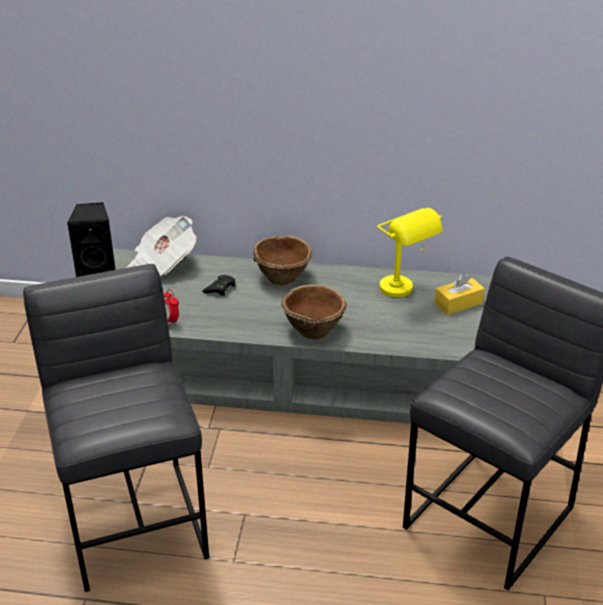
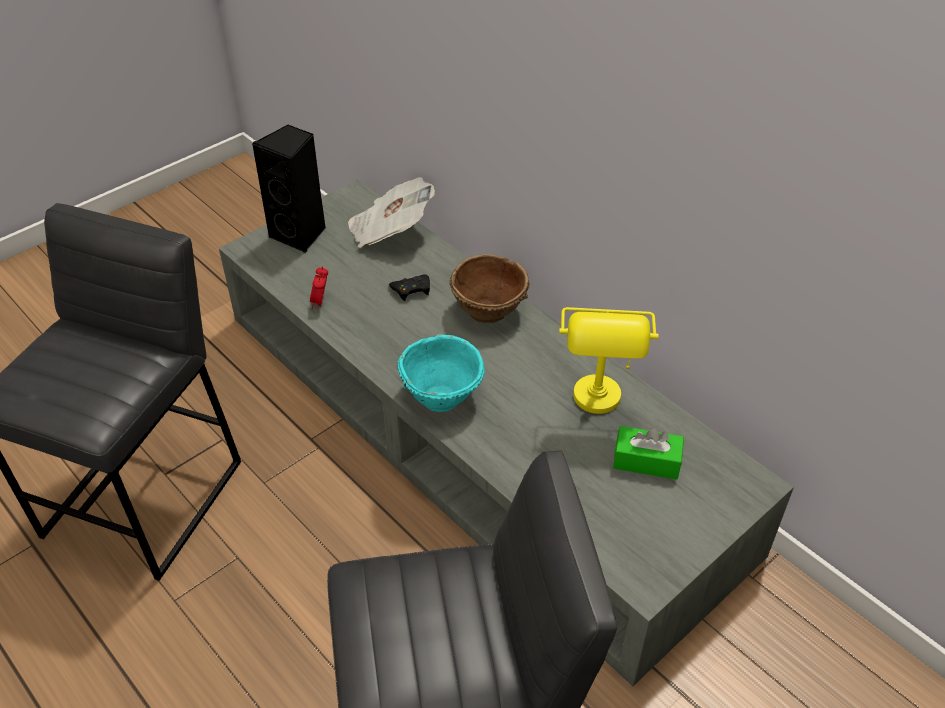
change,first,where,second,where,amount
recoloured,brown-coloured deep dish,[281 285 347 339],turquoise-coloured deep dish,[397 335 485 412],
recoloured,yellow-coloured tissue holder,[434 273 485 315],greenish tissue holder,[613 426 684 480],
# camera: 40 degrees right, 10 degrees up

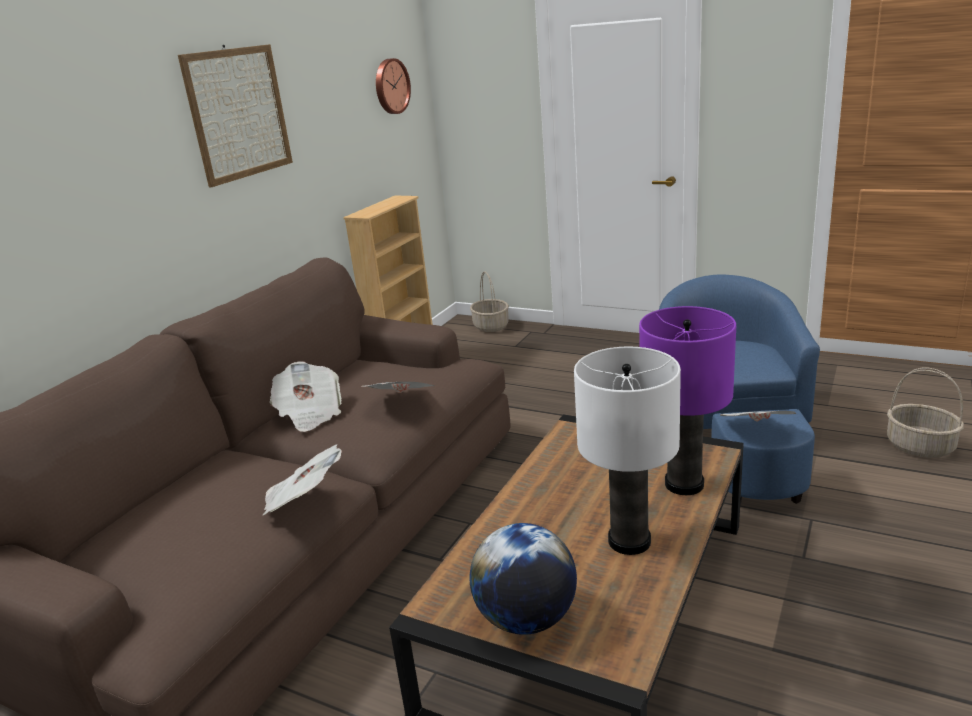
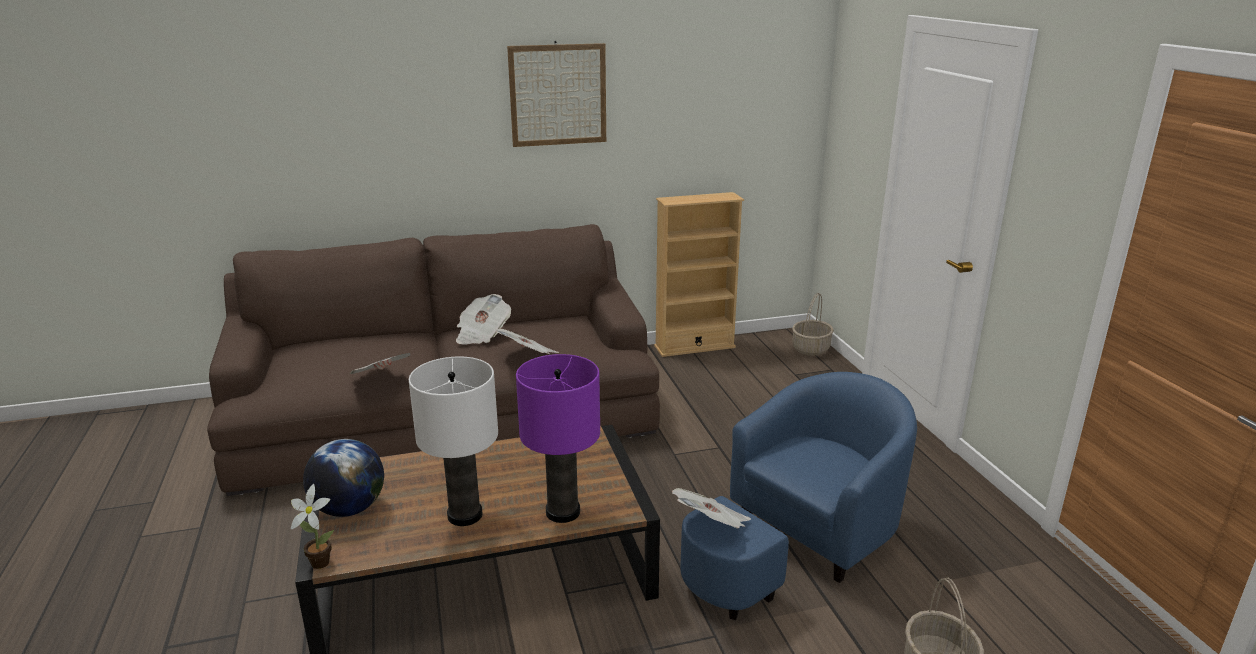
change,first,where,second,where,amount
removed,clock on the wall,[376 58 411 114],,,
added,,,houseplant,[291 484 334 569],
# camera: 45 degrees right, 0 degrees up

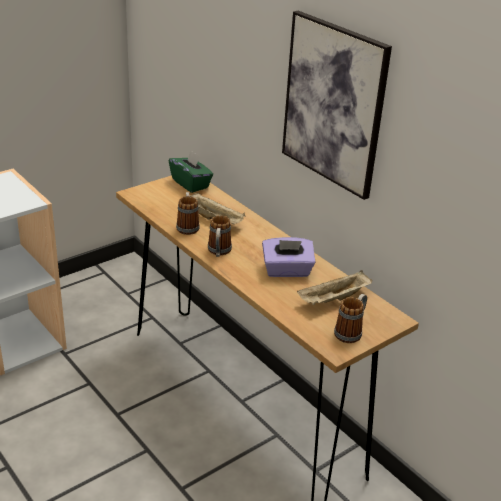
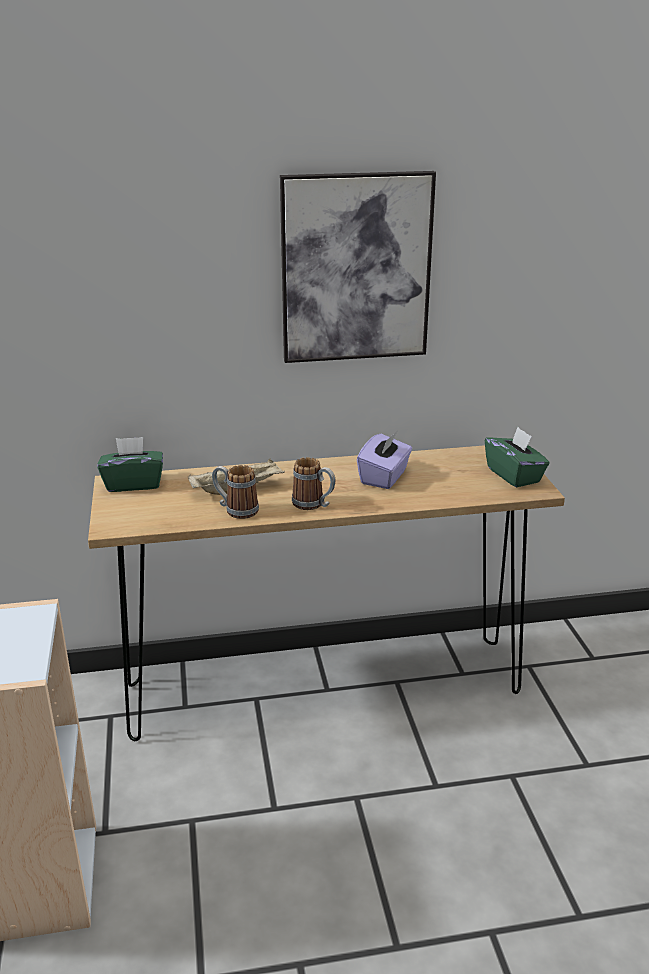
change,first,where,second,where,amount
removed,beige serving tray,[297 270 372 305],,,
replaced,coffee mug,[334 294 367 343],greenish tissue holder,[485 427 550 488],
# camera: 60 degrees left, 5 degrees down

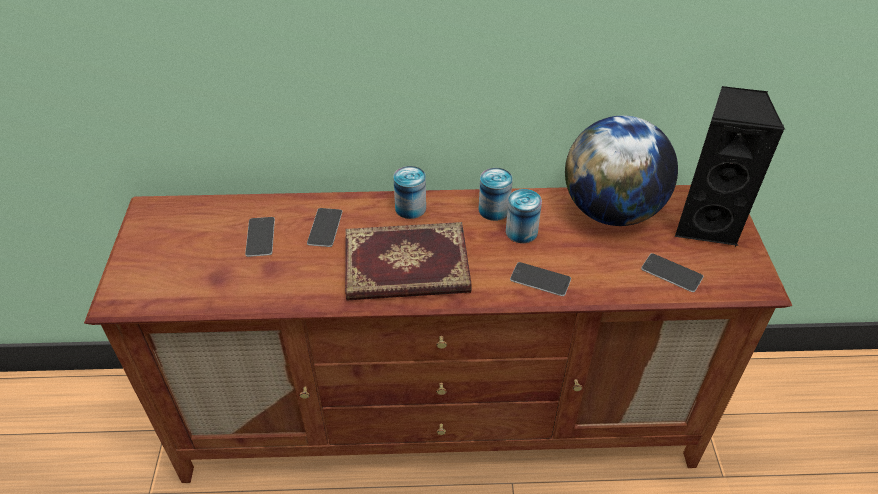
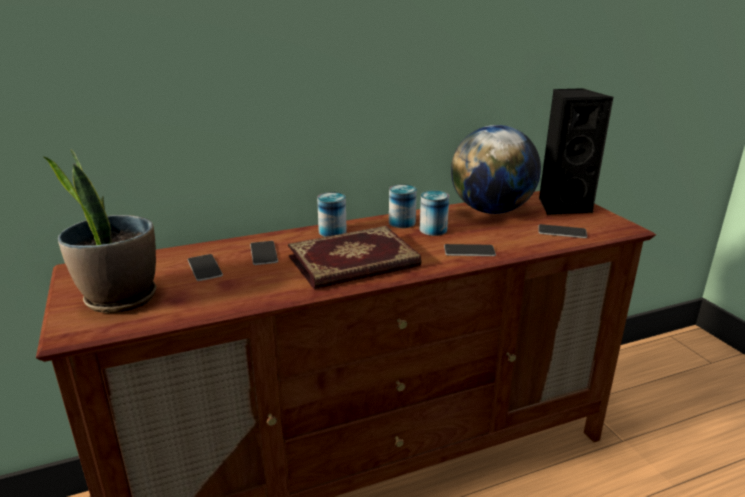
change,first,where,second,where,amount
added,,,houseplant,[44 149 156 314],
# camera: 20 degrees left, 20 degrees down

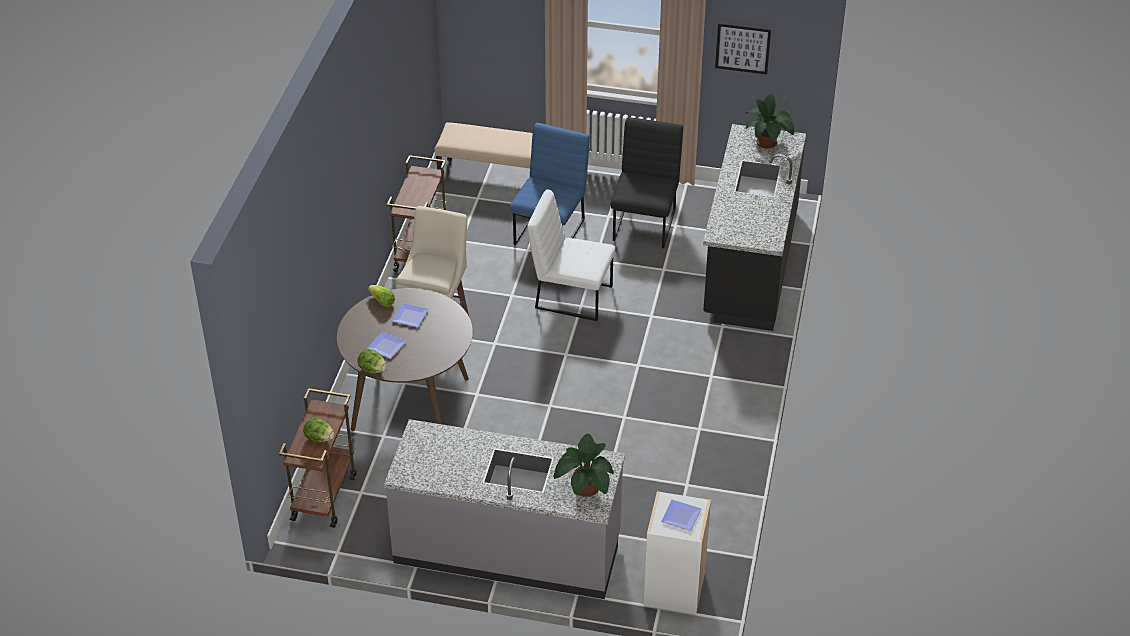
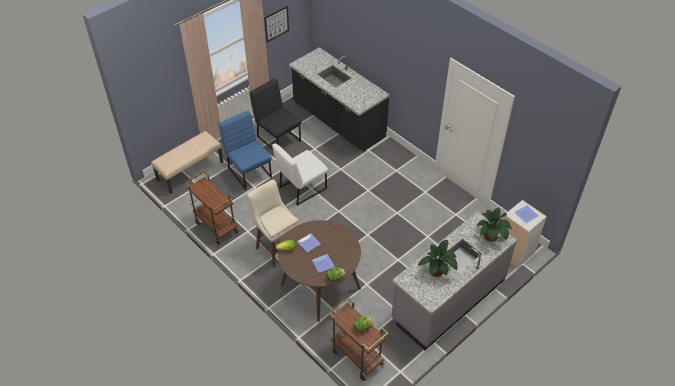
change,first,where,second,where,amount
moved,houseplant,[745 94 794 149],,[418 240 458 277],
# camera: 55 degrees left, 5 degrees up

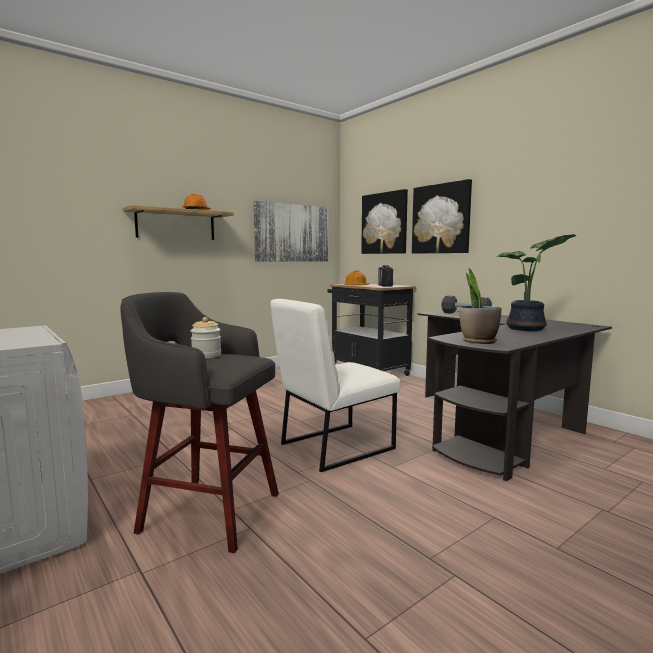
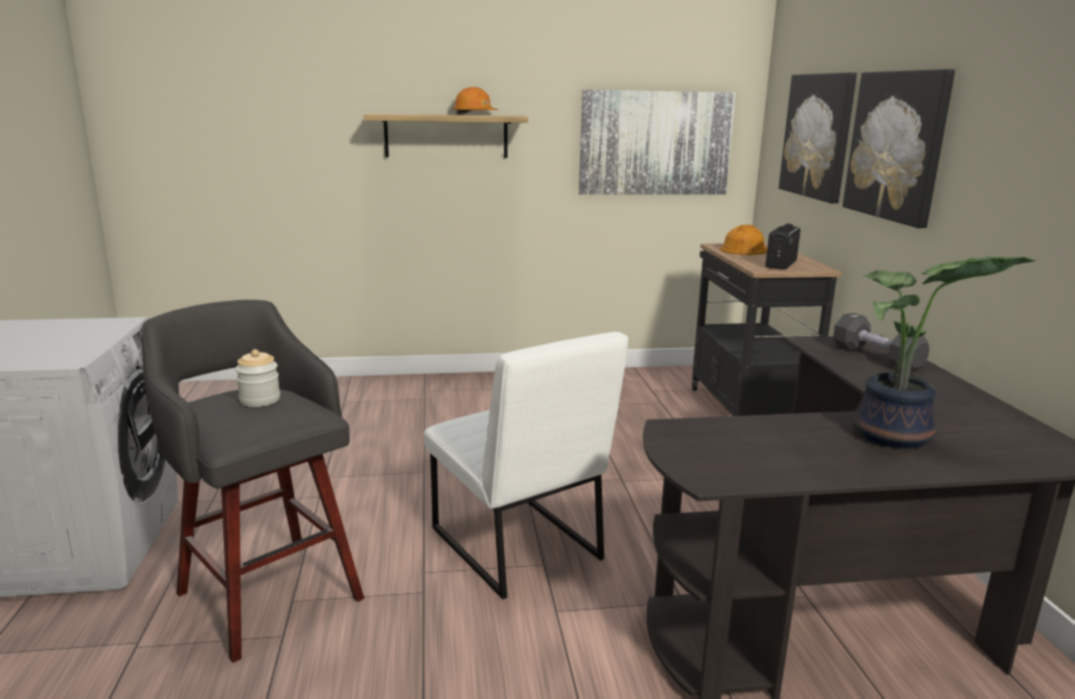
change,first,where,second,where,amount
turned,whitish upright chair,[270 299 401 472],,[424 332 628 599],120 degrees counterclockwise
removed,houseplant,[459 269 502 344],,,
# camera: 30 degrees right, 10 degrees up

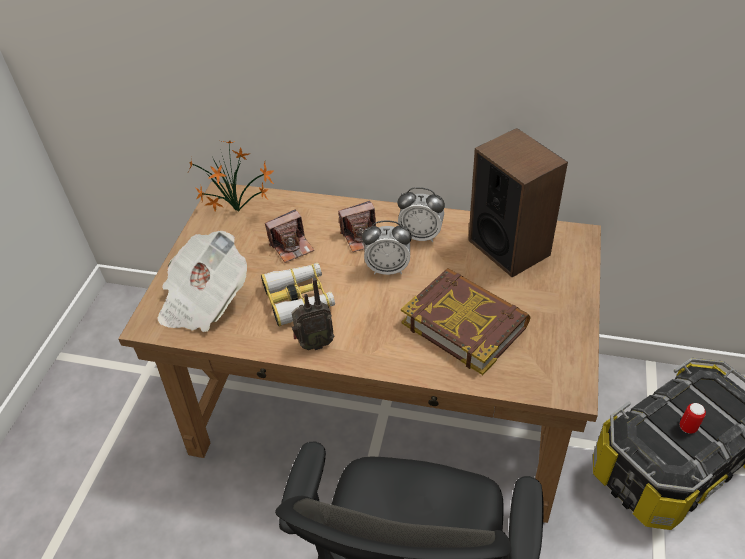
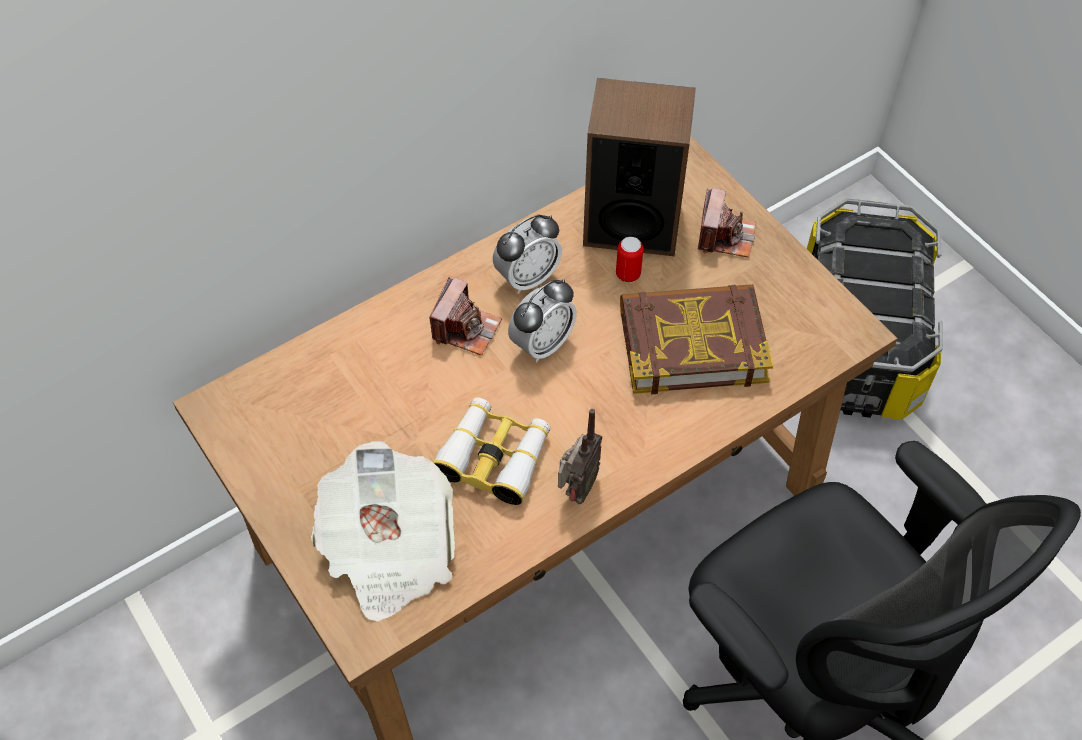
change,first,where,second,where,amount
removed,houseplant,[188 141 274 212],,,
moved,photo camera,[265 209 314 263],,[698 188 756 258],
moved,can,[680 403 706 434],,[616 237 643 283],
# camera: 50 degrees left, 10 degrees up

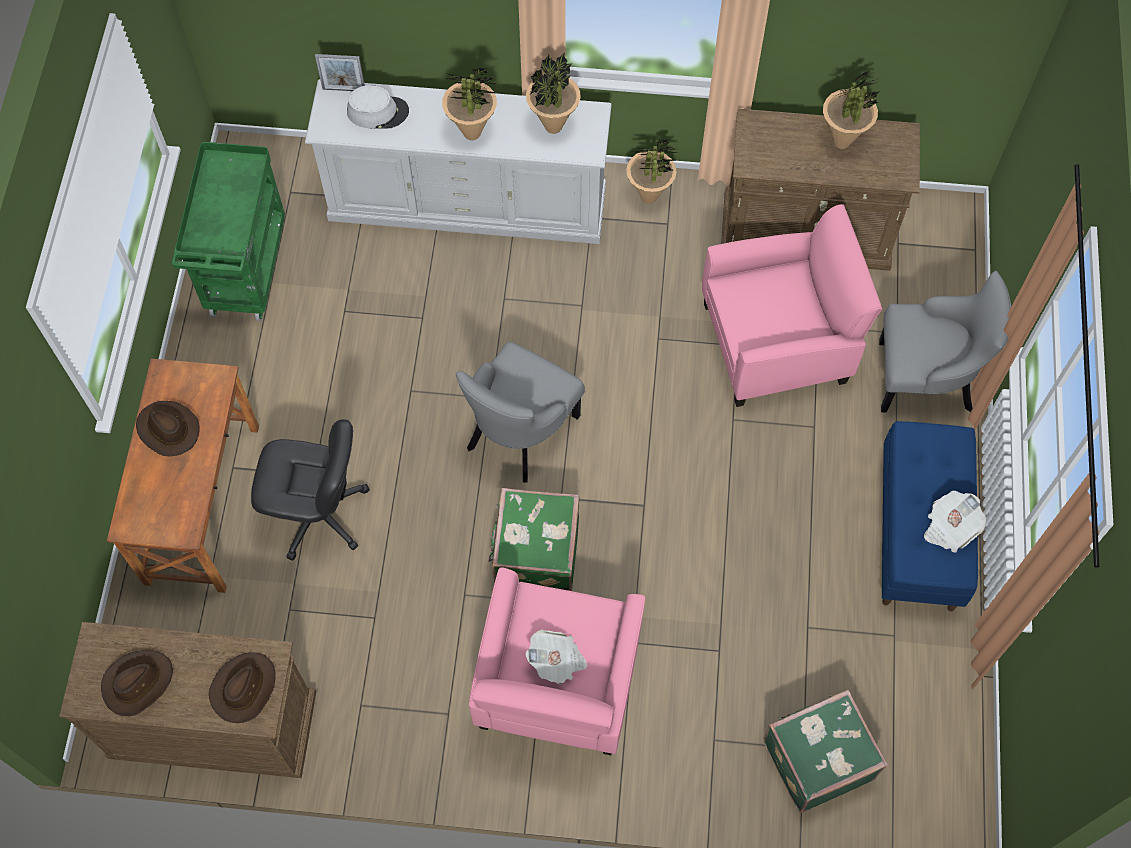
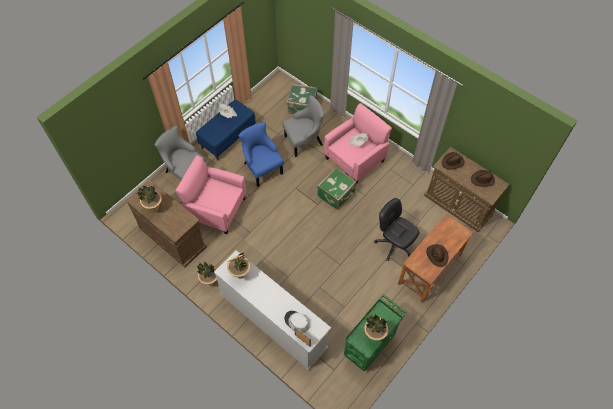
change,first,where,second,where,amount
moved,houseplant,[442 68 497 140],,[364 314 388 340],
moved,grey upright chair,[456 342 585 483],,[282 95 324 157],
added,,,blue upright chair,[238 122 284 187],
# camera: 145 degrees left, 5 degrees down

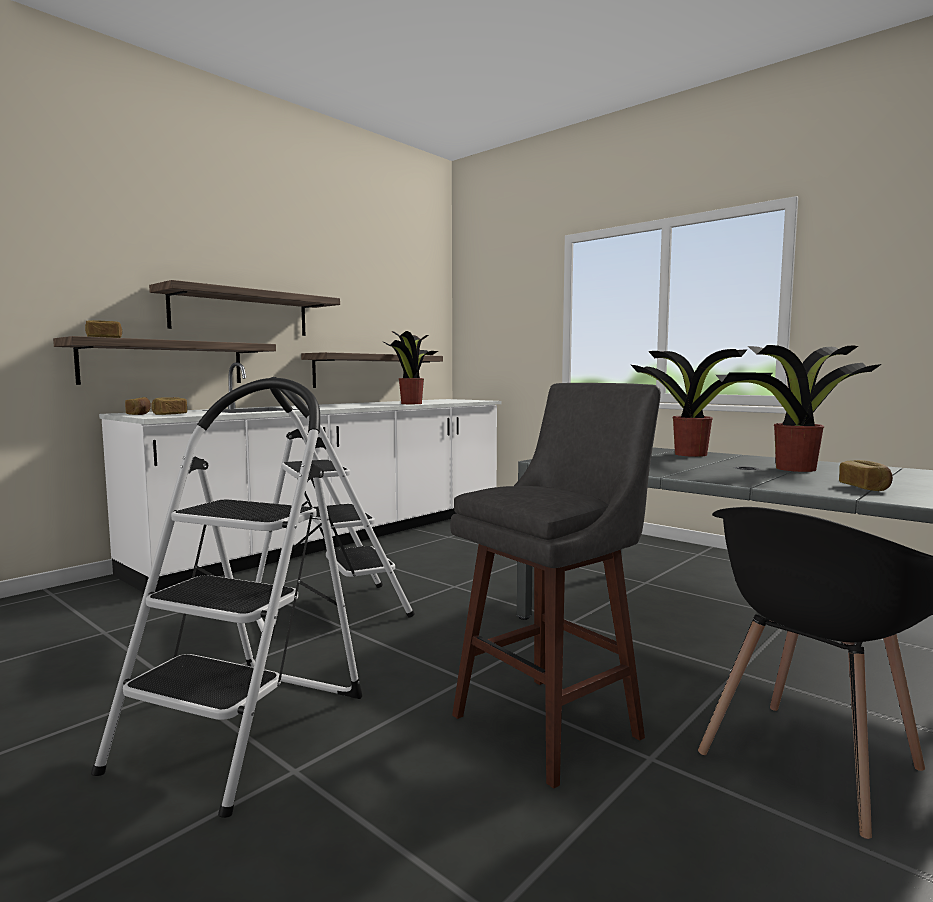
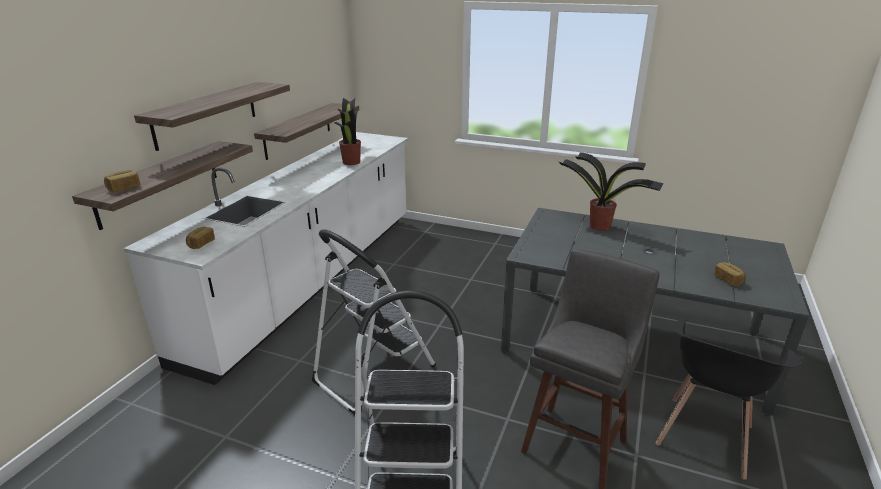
change,first,where,second,where,amount
removed,baked bread,[125 397 151 415],,,
removed,houseplant,[716 345 882 472],,,
# camera: 20 degrees left, 20 degrees up

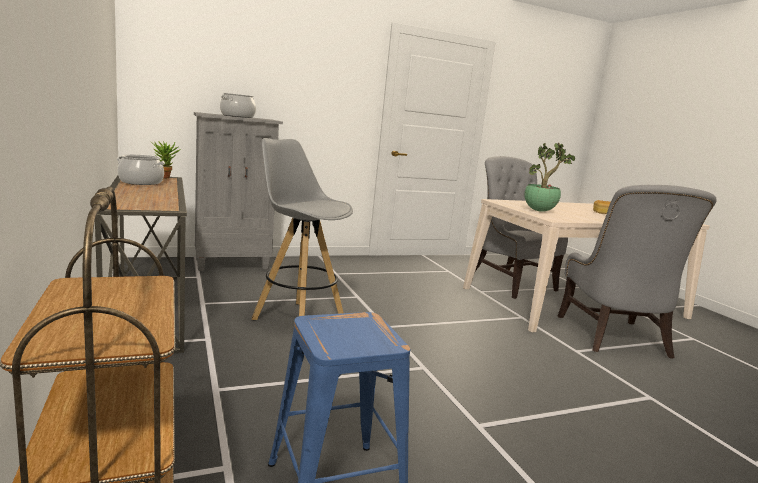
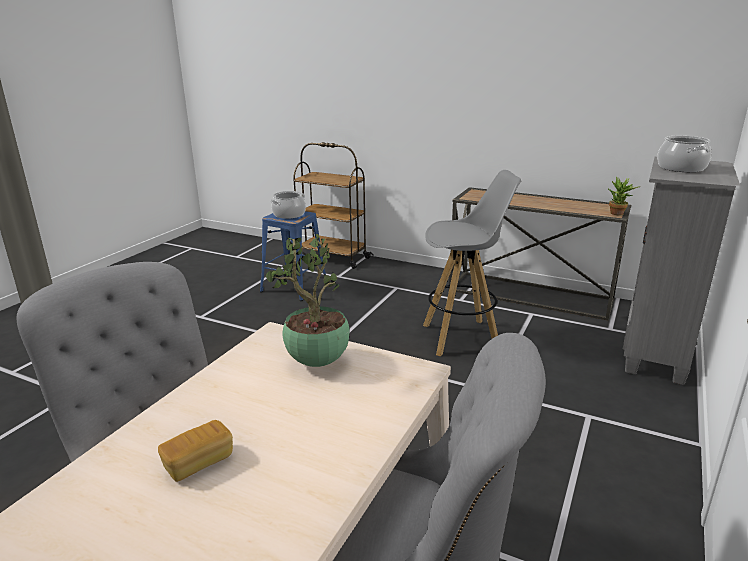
change,first,where,second,where,amount
moved,cooking pot,[117 154 165 185],,[271 191 306 219],
# camera: 140 degrees right, 10 degrees up

